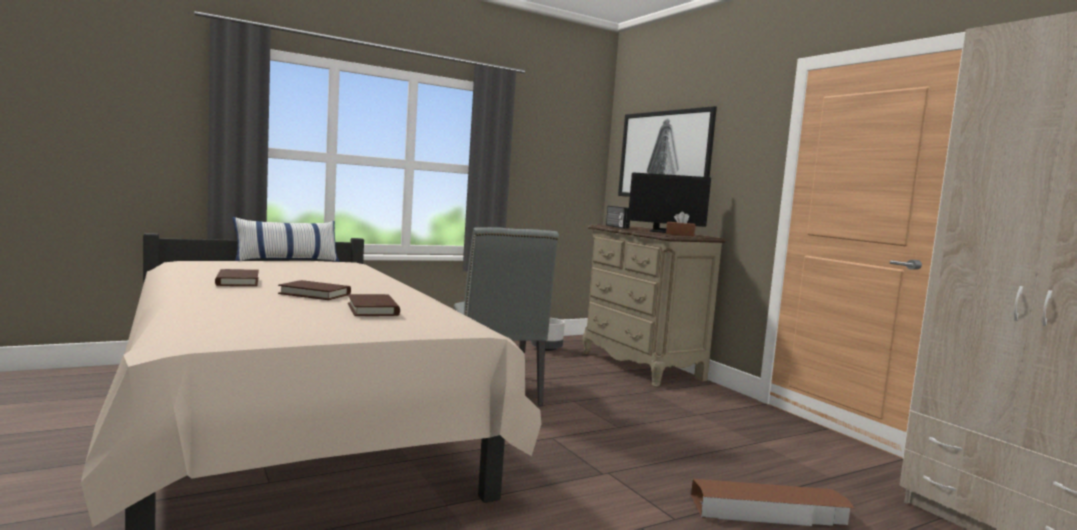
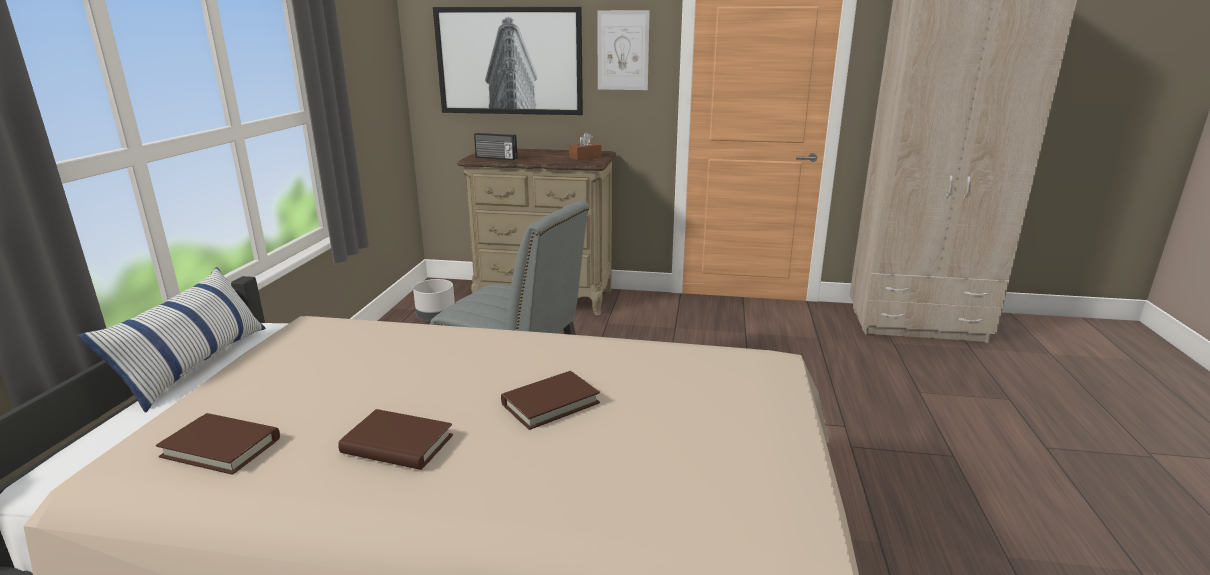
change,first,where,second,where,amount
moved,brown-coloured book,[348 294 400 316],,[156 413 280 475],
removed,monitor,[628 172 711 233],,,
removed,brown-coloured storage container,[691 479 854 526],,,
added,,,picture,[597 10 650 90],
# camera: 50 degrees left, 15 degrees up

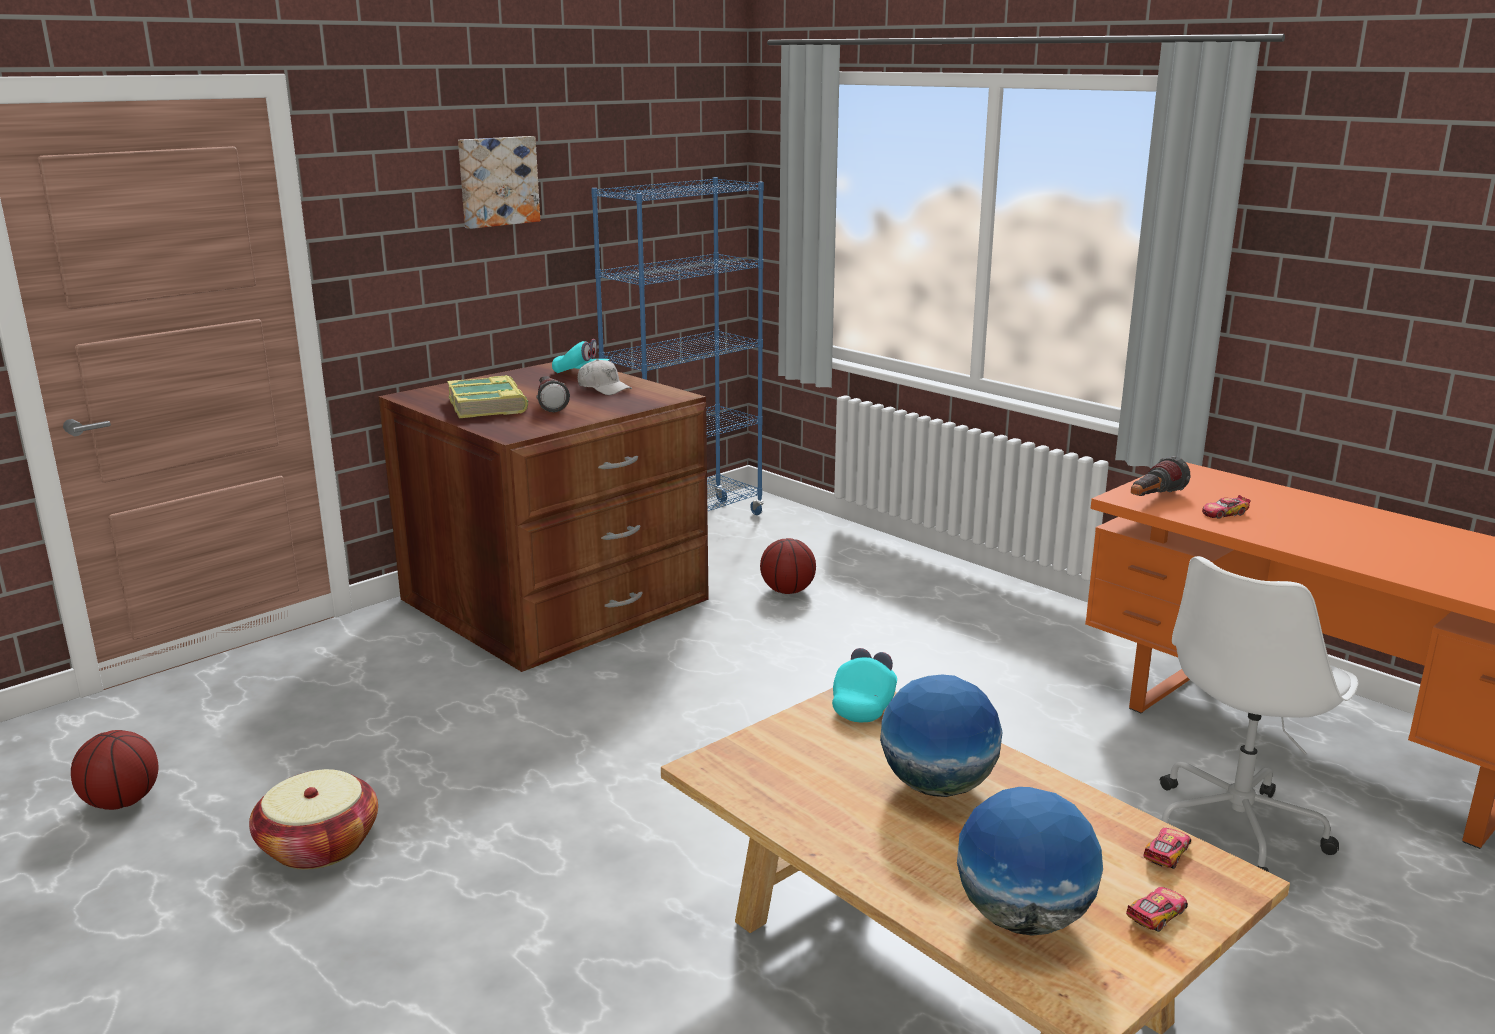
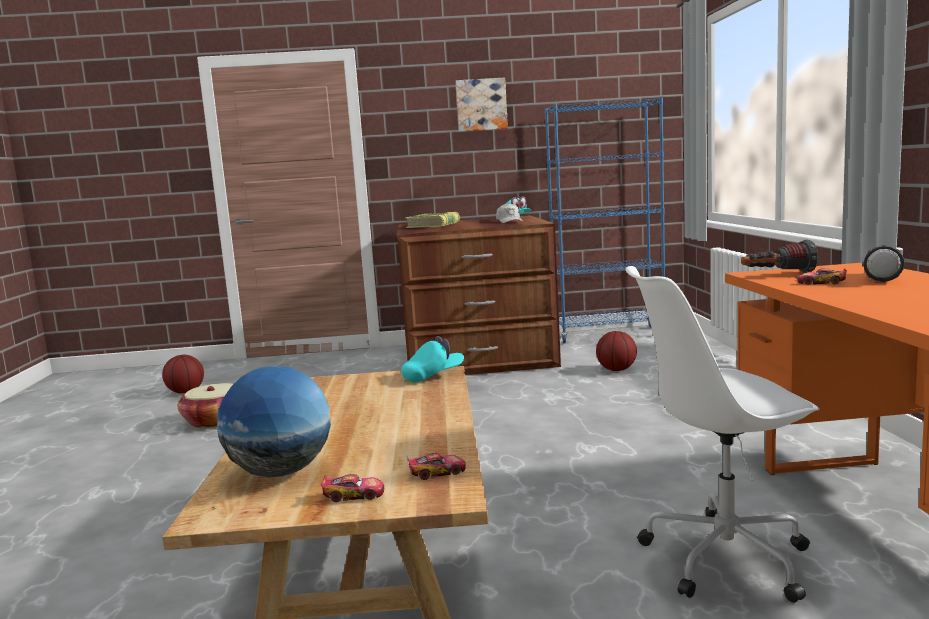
change,first,where,second,where,amount
moved,torch,[536 376 570 412],,[862 245 905 282],
removed,desk globe,[880 675 1003 797],,,
# camera: 40 degrees right, 10 degrees down

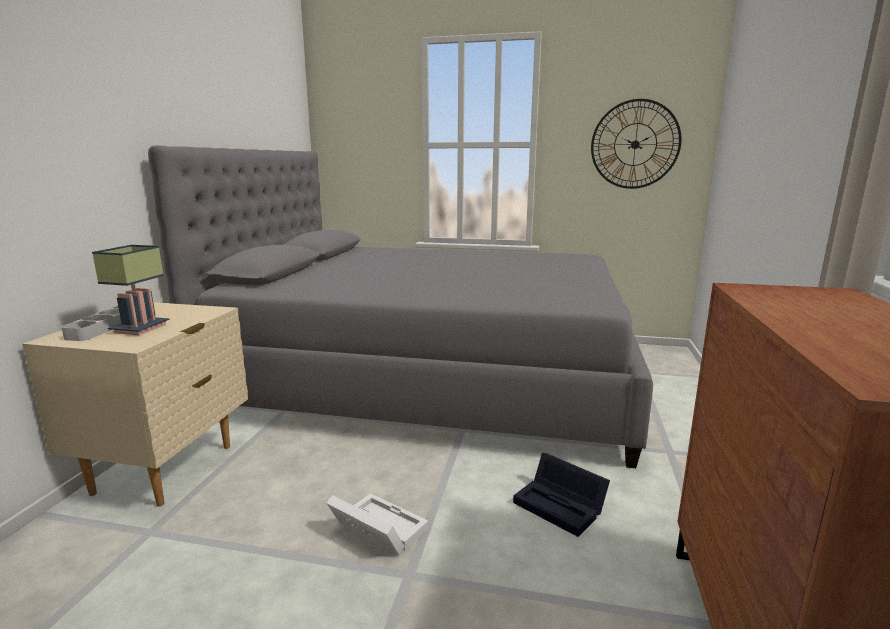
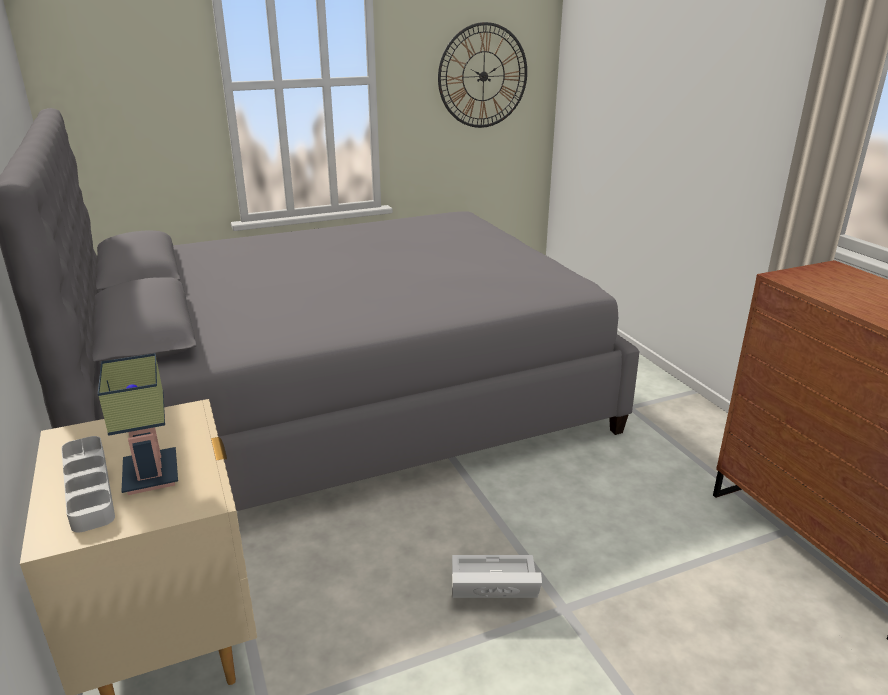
change,first,where,second,where,amount
removed,black storage container,[513 453 610 537],,,
# camera: 35 degrees left, 10 degrees up

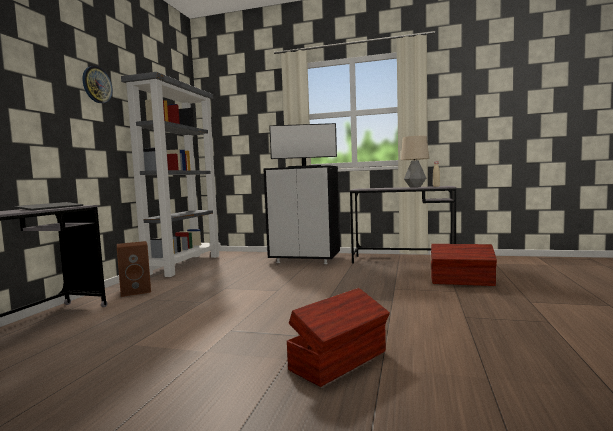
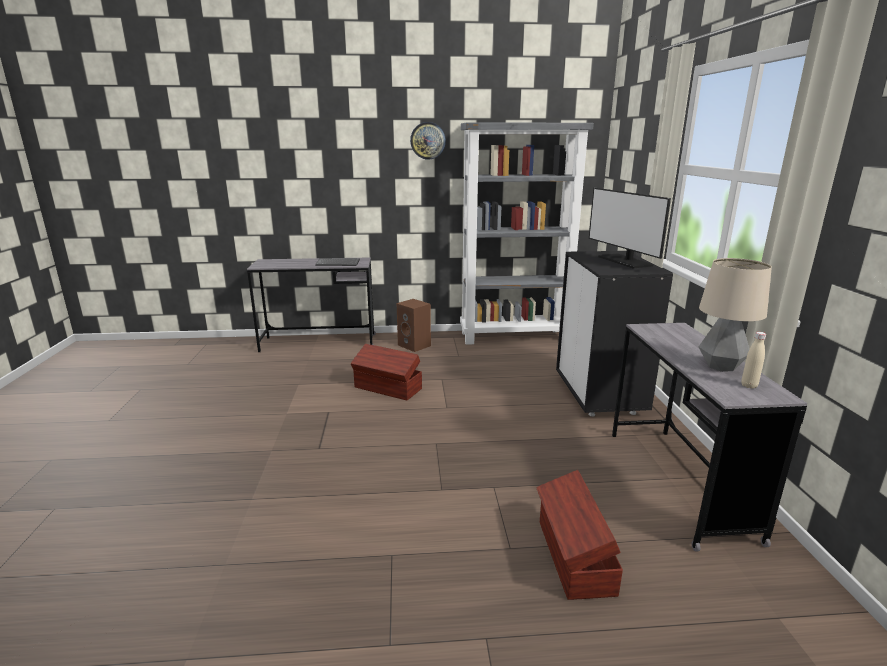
change,first,where,second,where,amount
moved,brown-coloured storage container,[287 288 390 387],,[351 344 422 400],
# camera: 70 degrees right, 15 degrees up

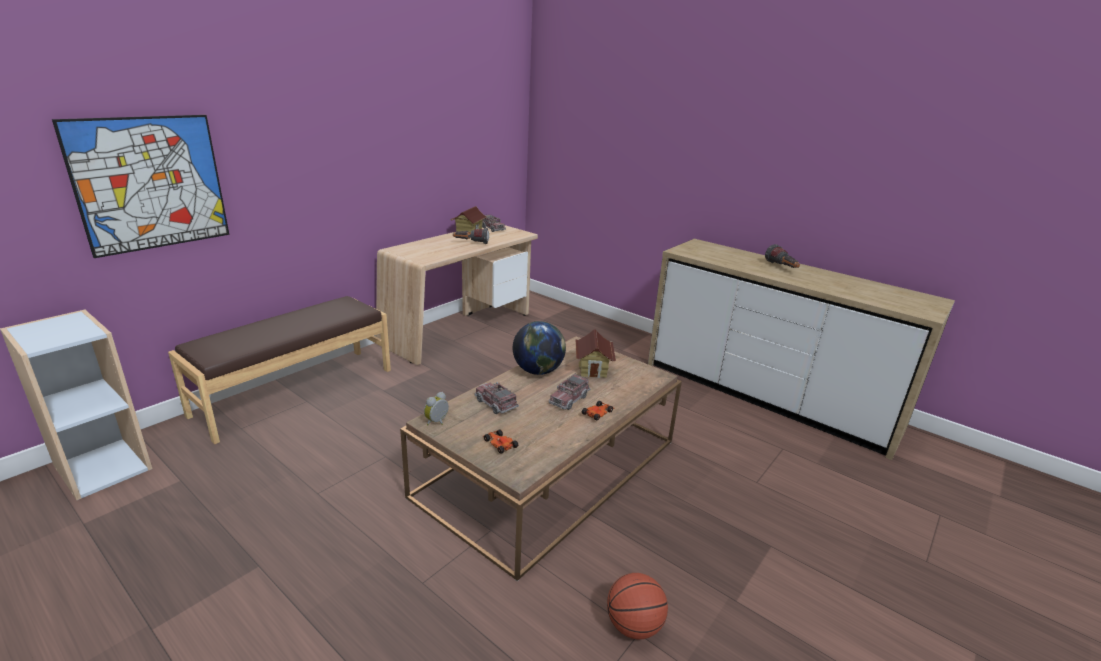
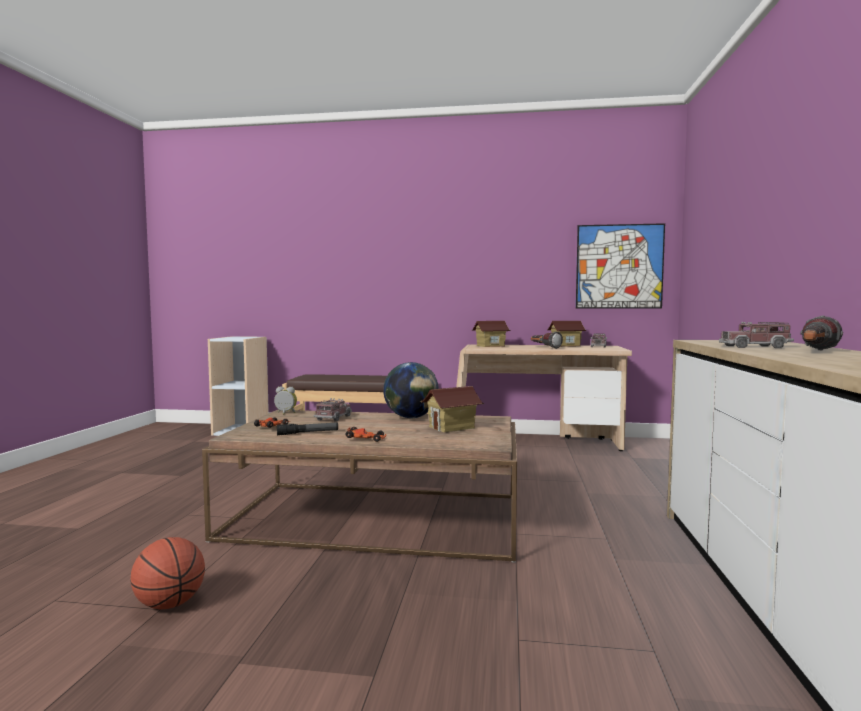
change,first,where,second,where,amount
moved,picture,[52 115 229 258],,[576 223 665 309],
moved,model truck,[549 373 590 410],,[719 322 794 348],
added,,,torch,[277 422 338 435],
added,,,miniature house,[472 321 511 347],
# camera: 60 degrees right, 20 degrees down

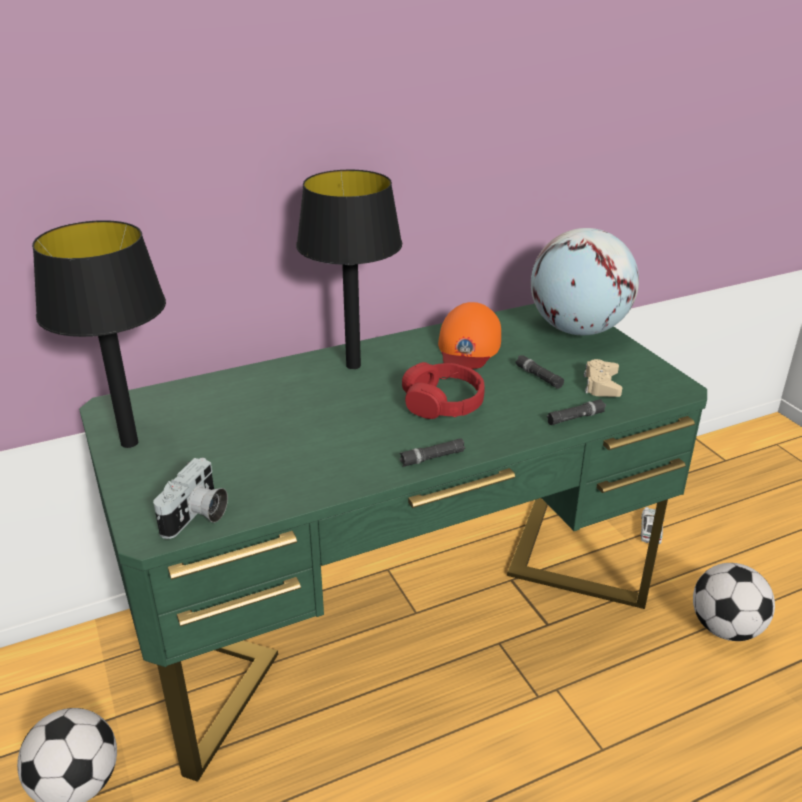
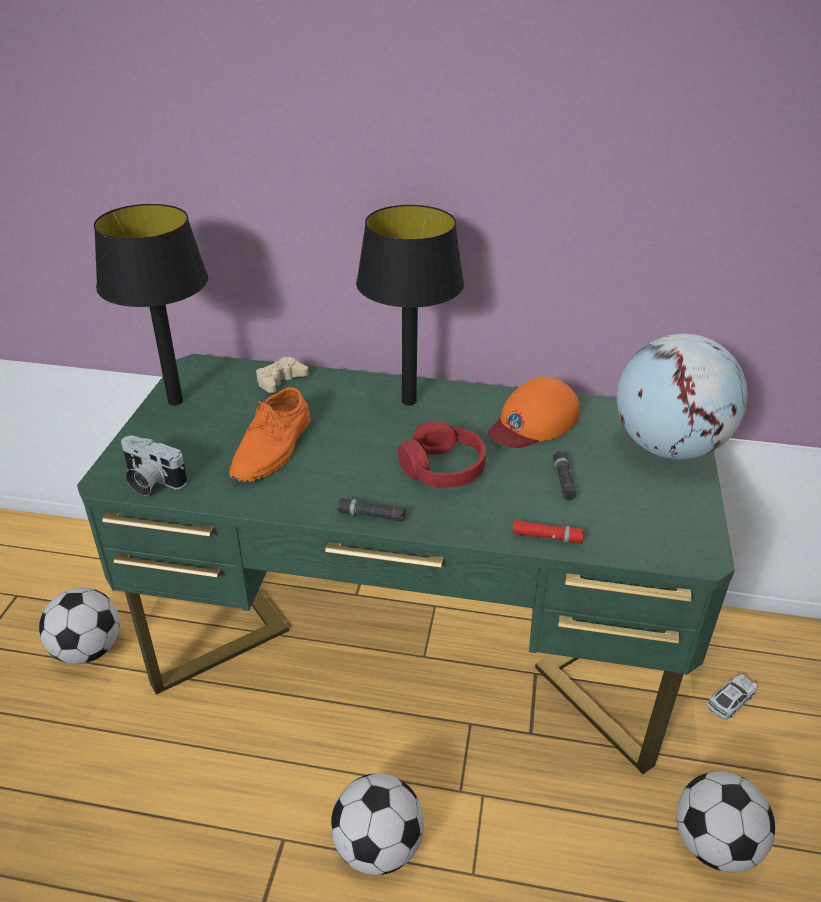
change,first,where,second,where,amount
turned,photo camera,[153 458 228 539],,[121 436 188 496],60 degrees clockwise
recoloured,black torch,[547 399 606 425],red torch,[513 520 584 544],
moved,beige game controller,[584 359 622 397],,[256 357 308 393],
added,,,orange low shoe,[229 387 311 482],
added,,,football ball,[331 773 424 875],
# camera: 35 degrees right, 5 degrees up

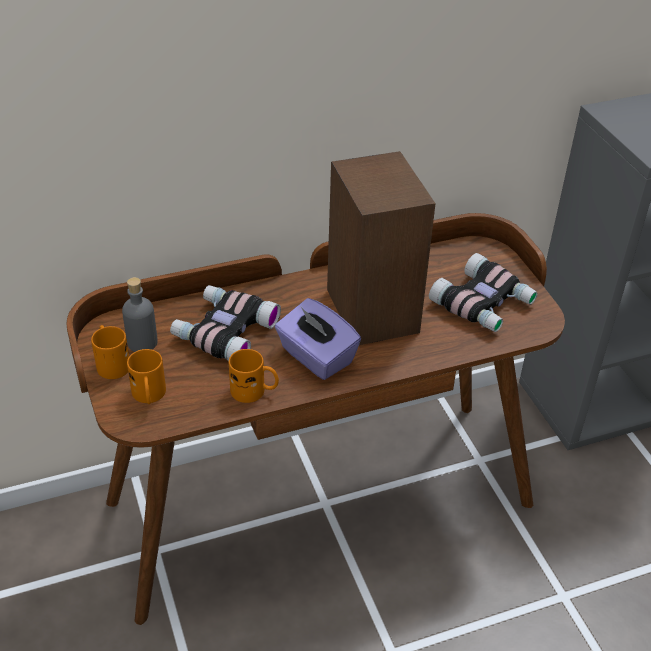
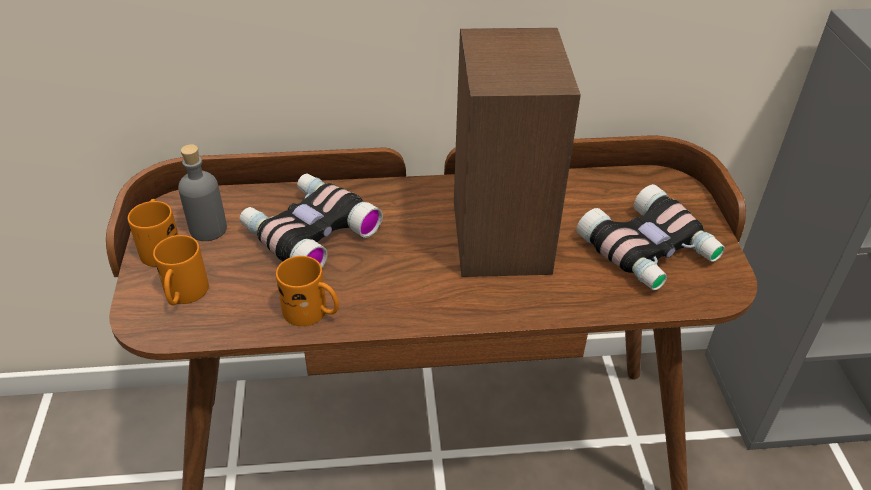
change,first,where,second,where,amount
removed,purple-coloured tissue holder,[275 298 361 380],,,
# camera: 15 degrees right, 0 degrees up

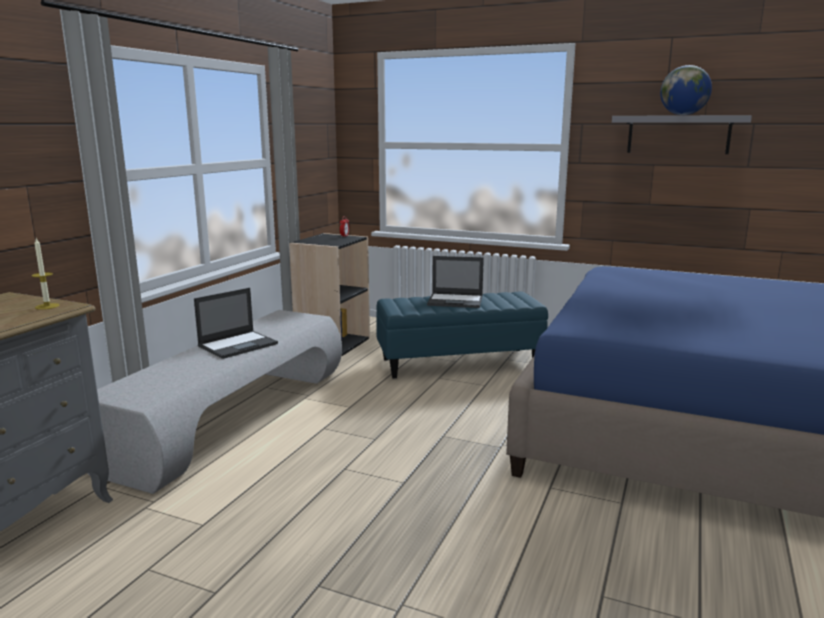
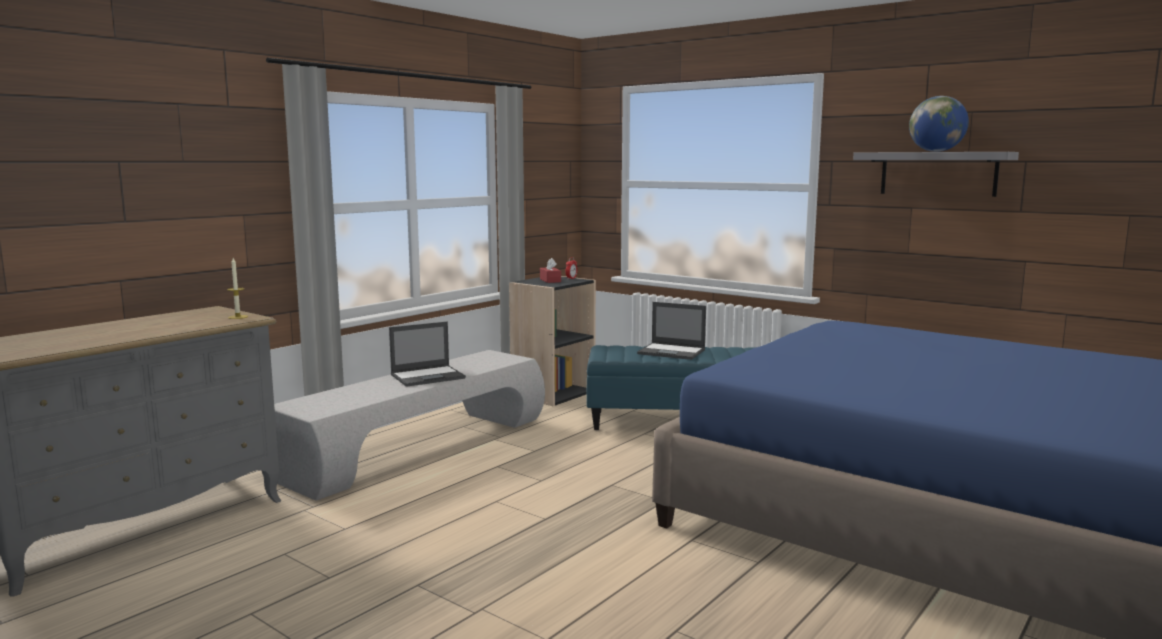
change,first,where,second,where,amount
added,,,red tissue holder,[540 258 561 283],
# camera: 15 degrees right, 5 degrees down

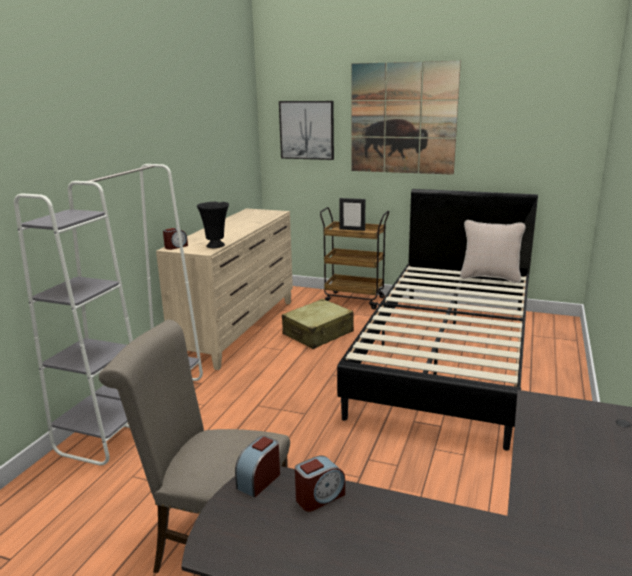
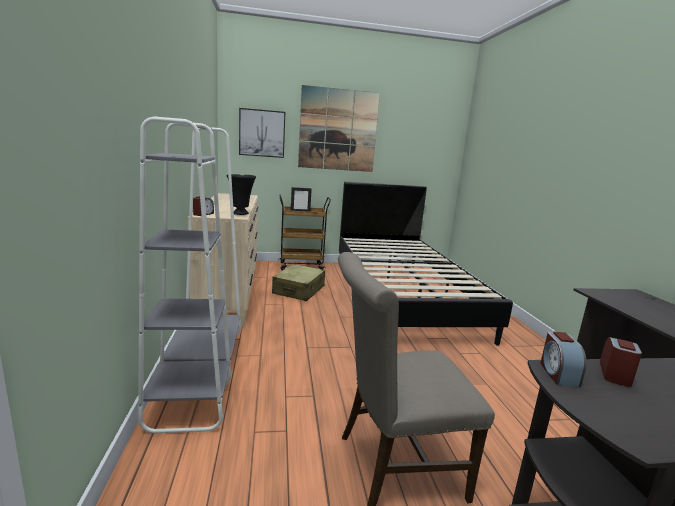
change,first,where,second,where,amount
removed,beige cushion,[460 220 526 283],,,
# camera: 30 degrees left, 5 degrees down

